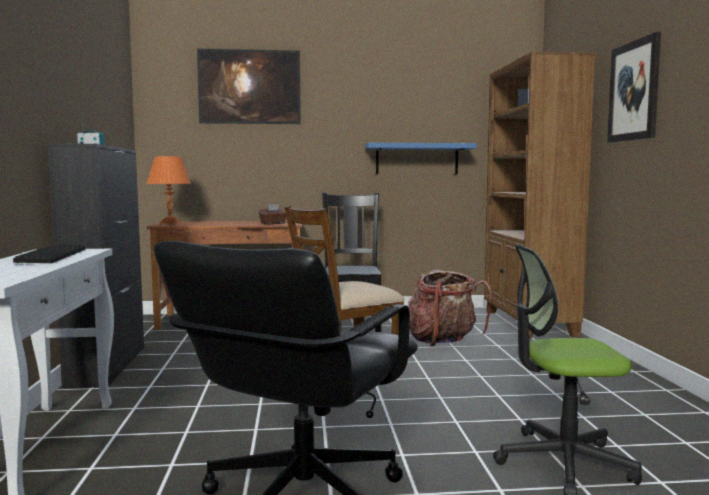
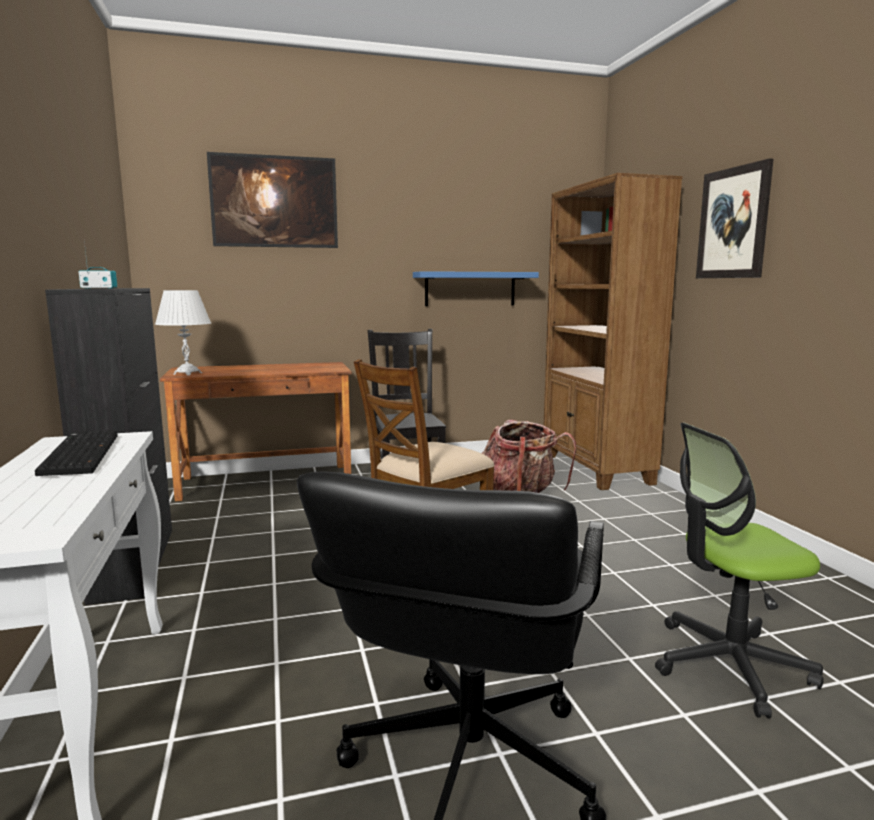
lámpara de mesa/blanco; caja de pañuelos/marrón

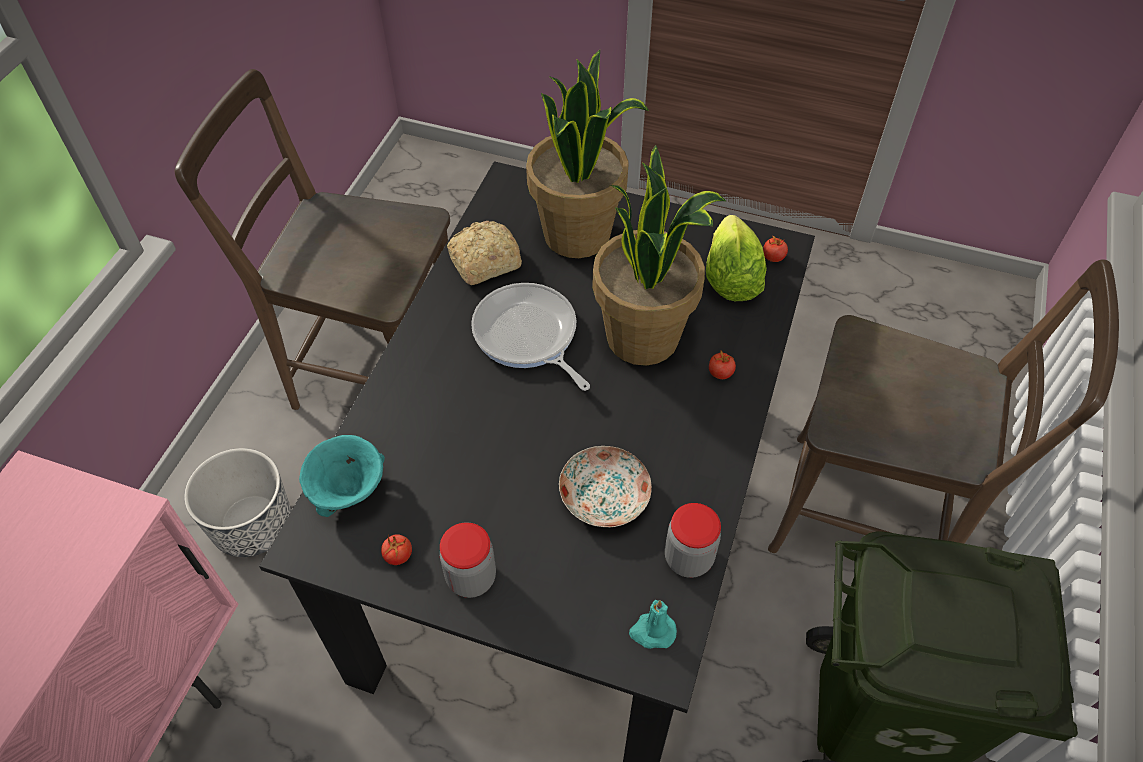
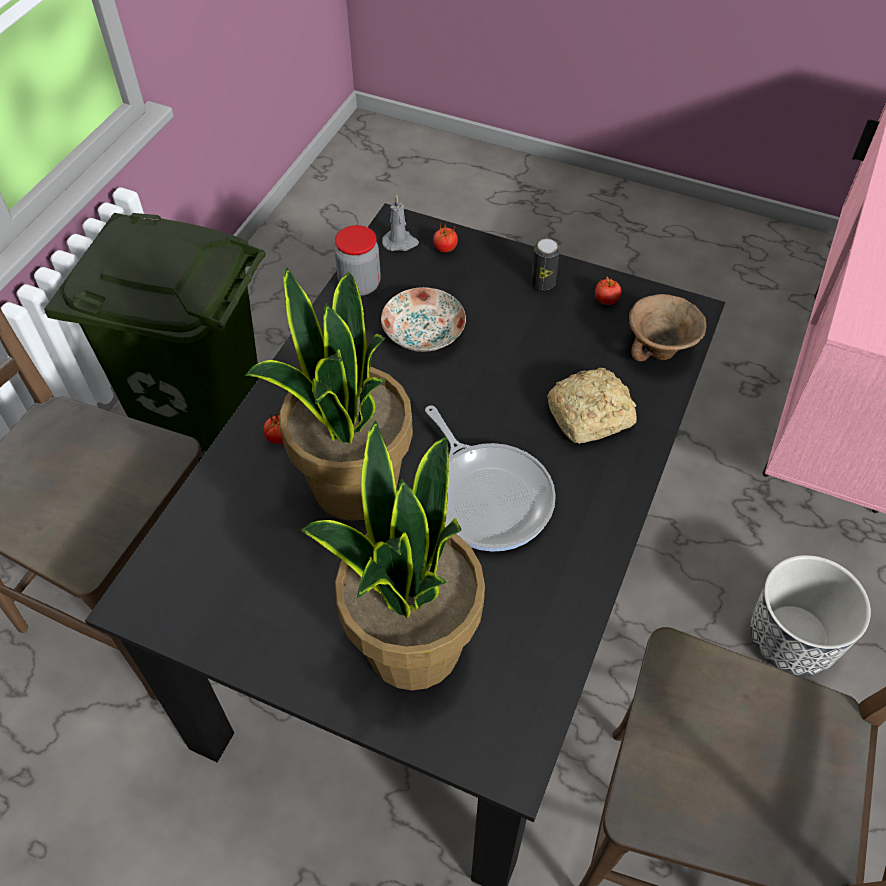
vela/gris; tomate (no. 2 from left); lata; pan; cuenco/marrón; lechuga

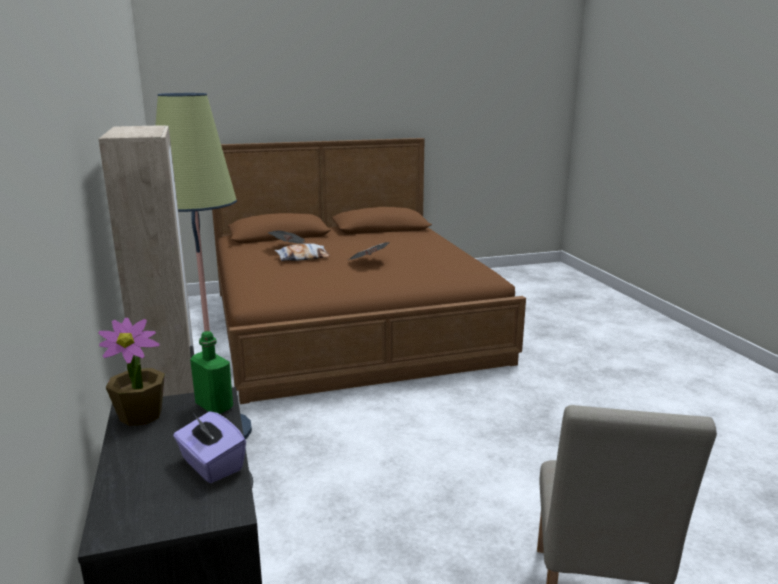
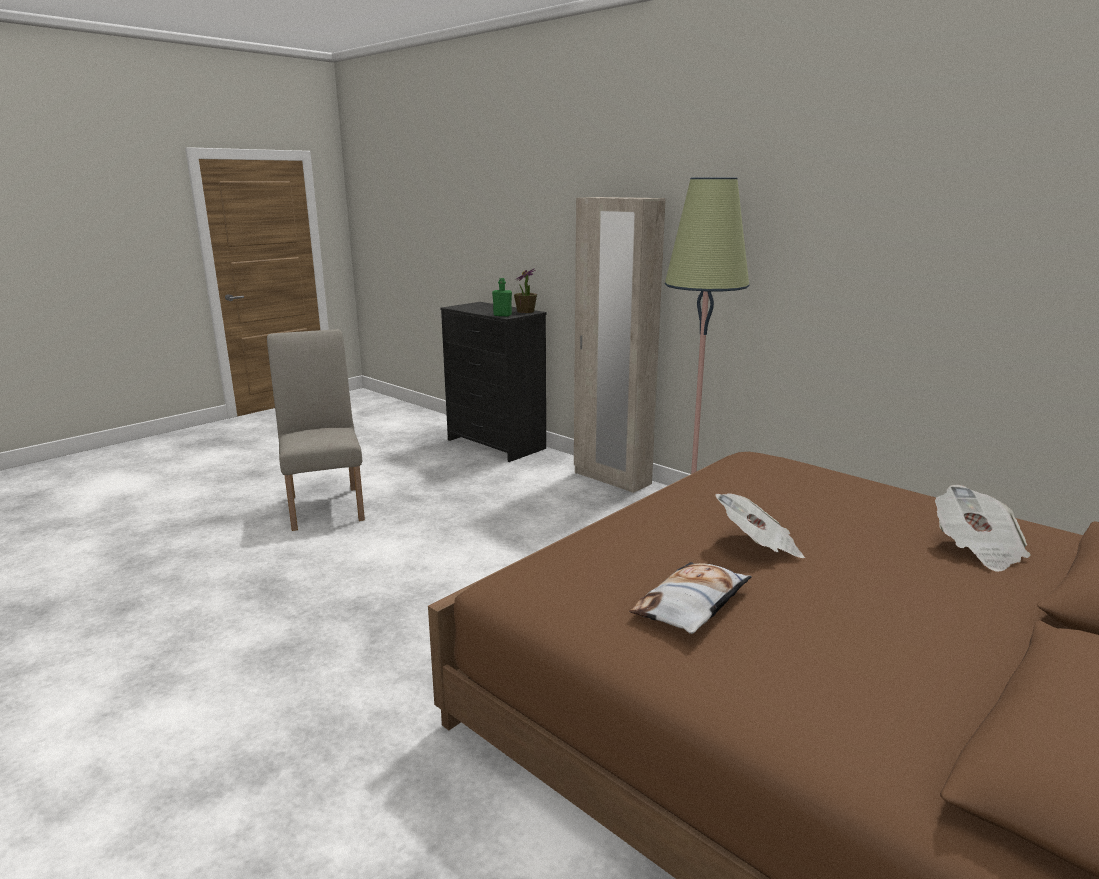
cojín; caja de pañuelos/morado

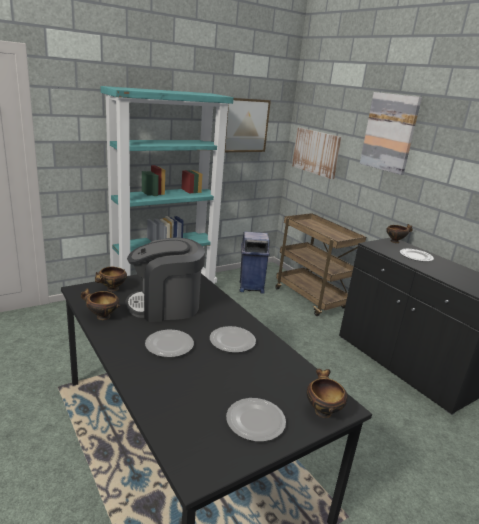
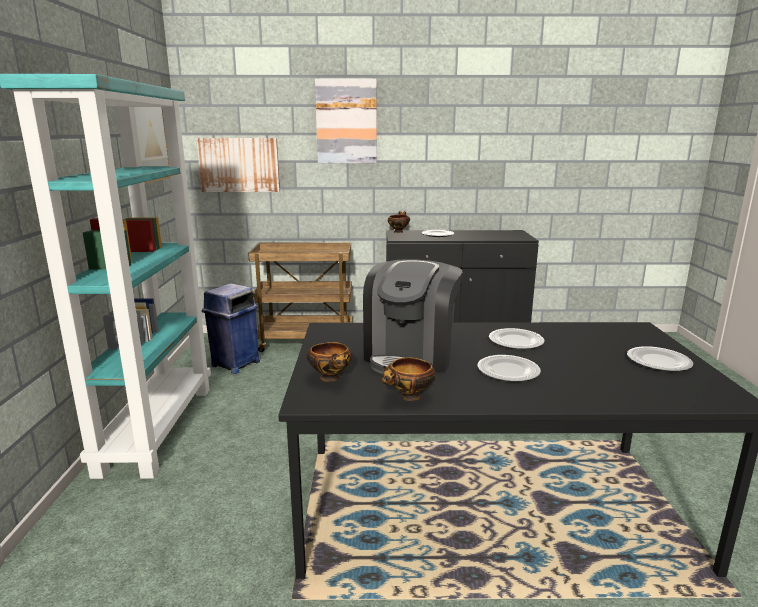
cuenco (no. 3 from left in the first image)

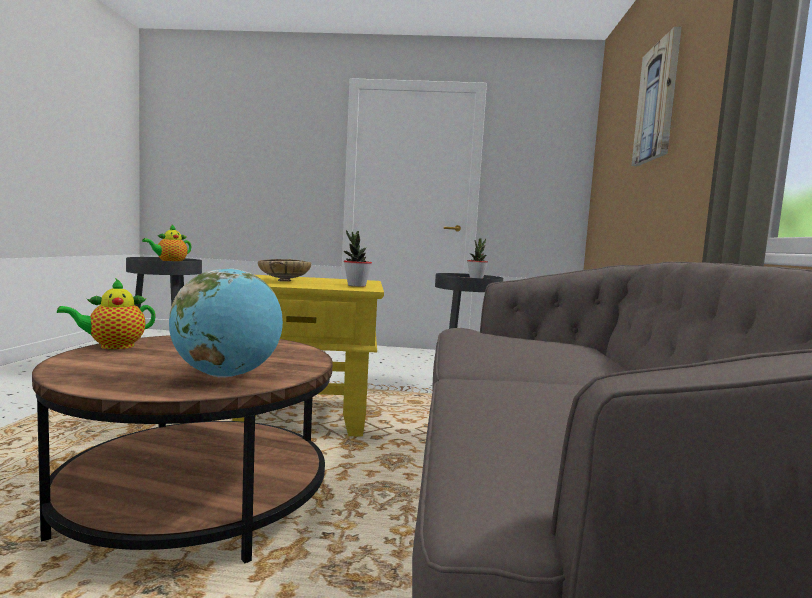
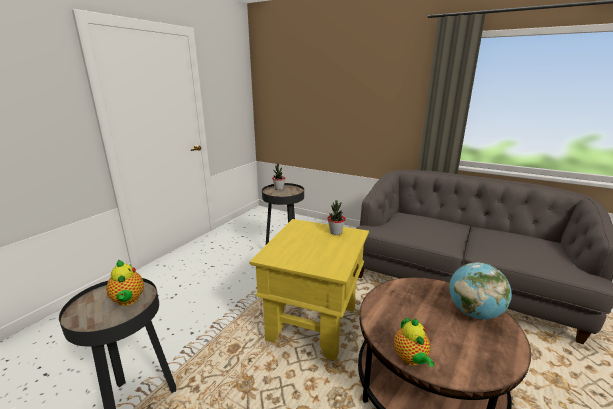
cuenco/beis; cuadro

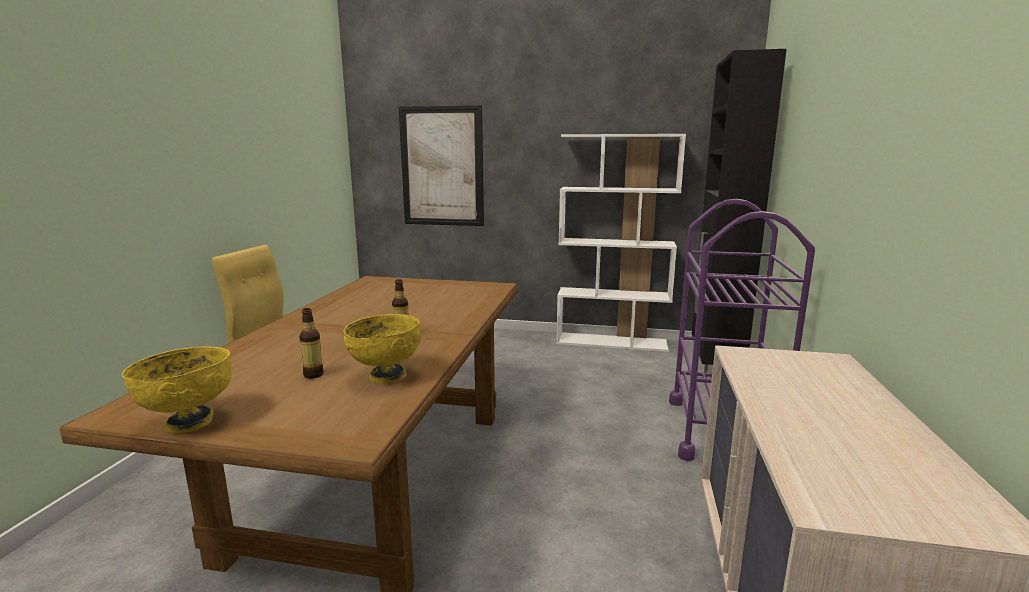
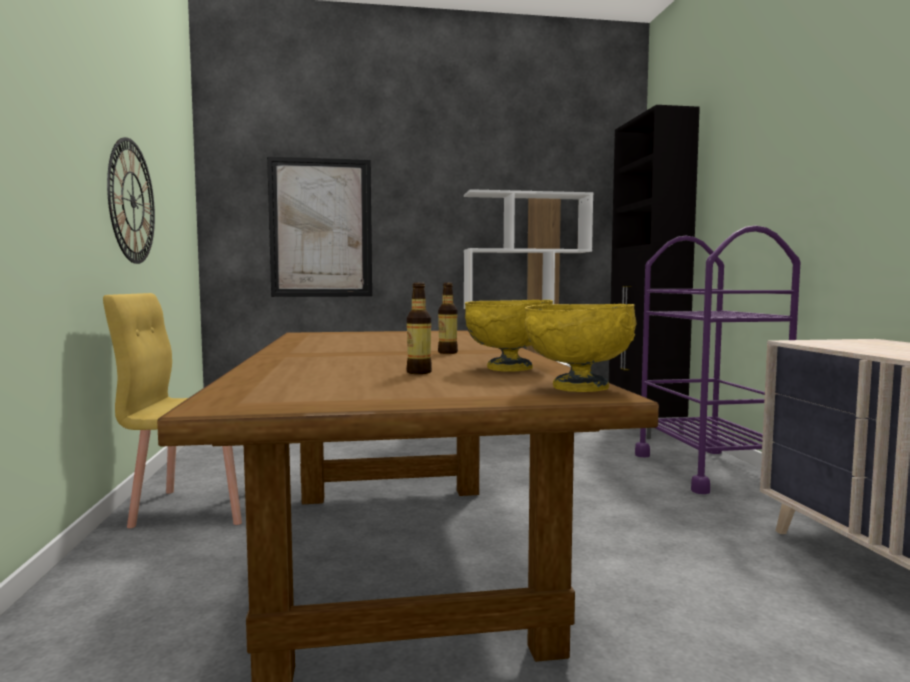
reloj de pared; cuenco/amarillo (no. 2 from left)

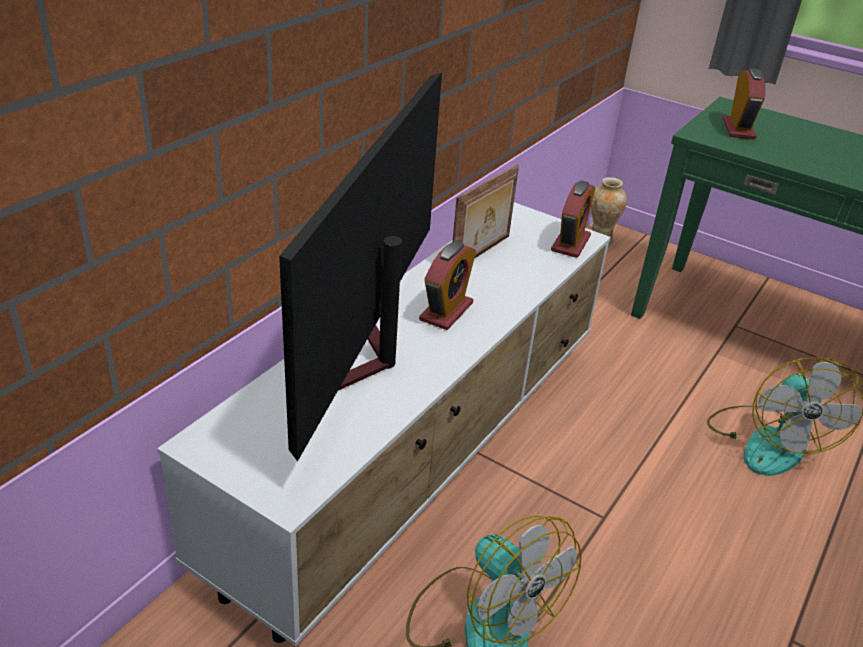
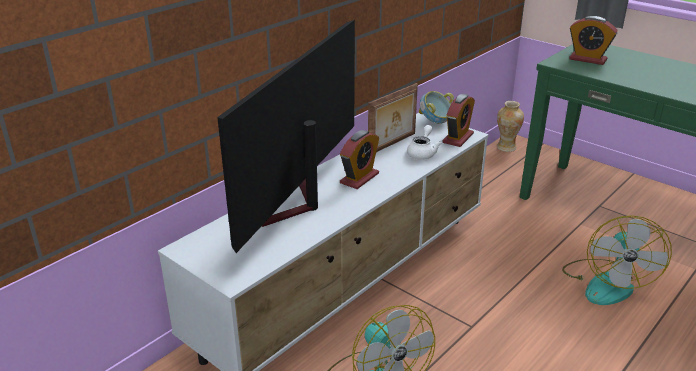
tetera/blanco; cuenco; despertador (no. 3 from left)

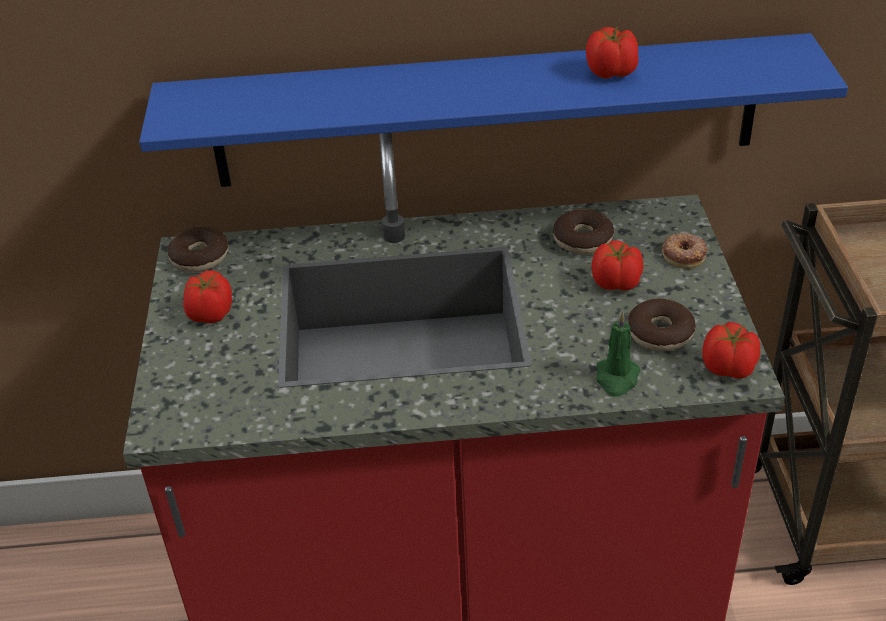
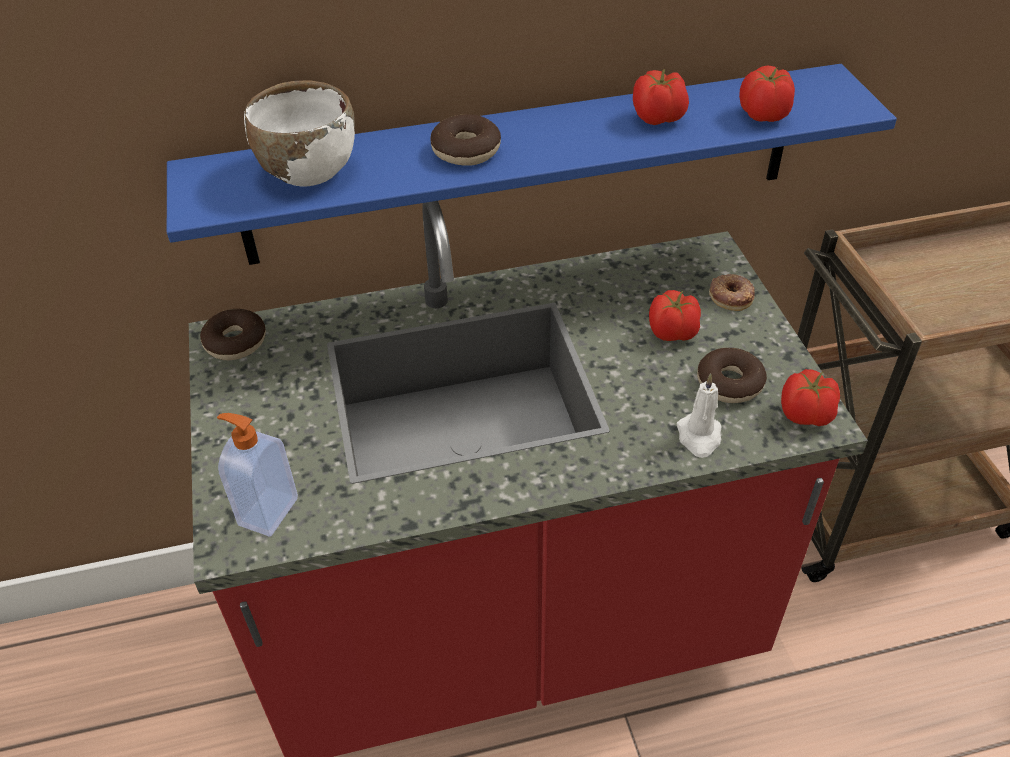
dispensador de jabón; cuenco/blanco; rosquilla (no. 2 from left); vela/blanco; tomate (no. 3 from left)

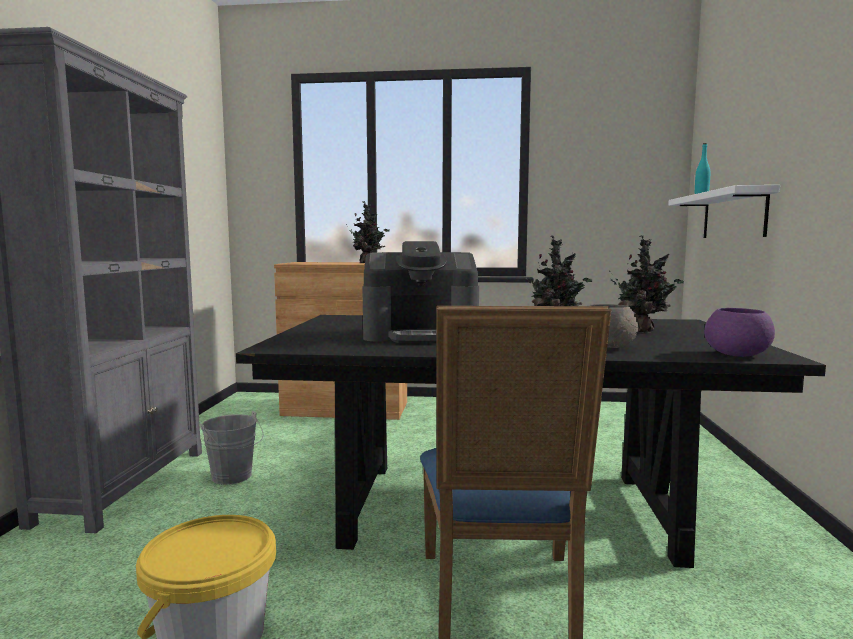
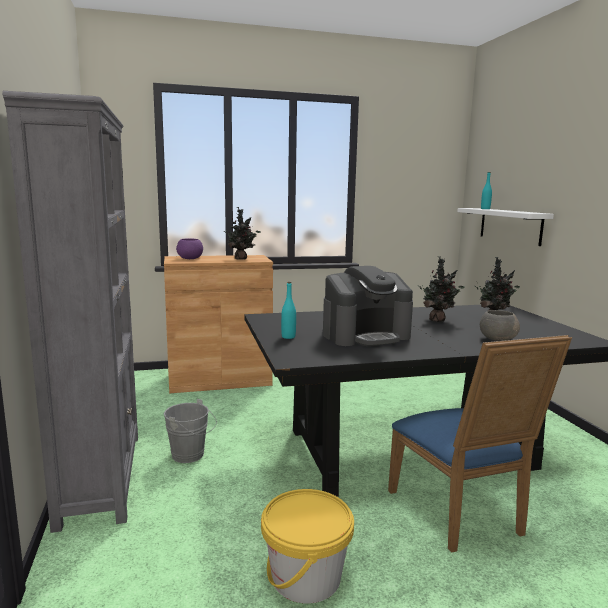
cuenco/morado; botella/turquesa (no. 1 from left)

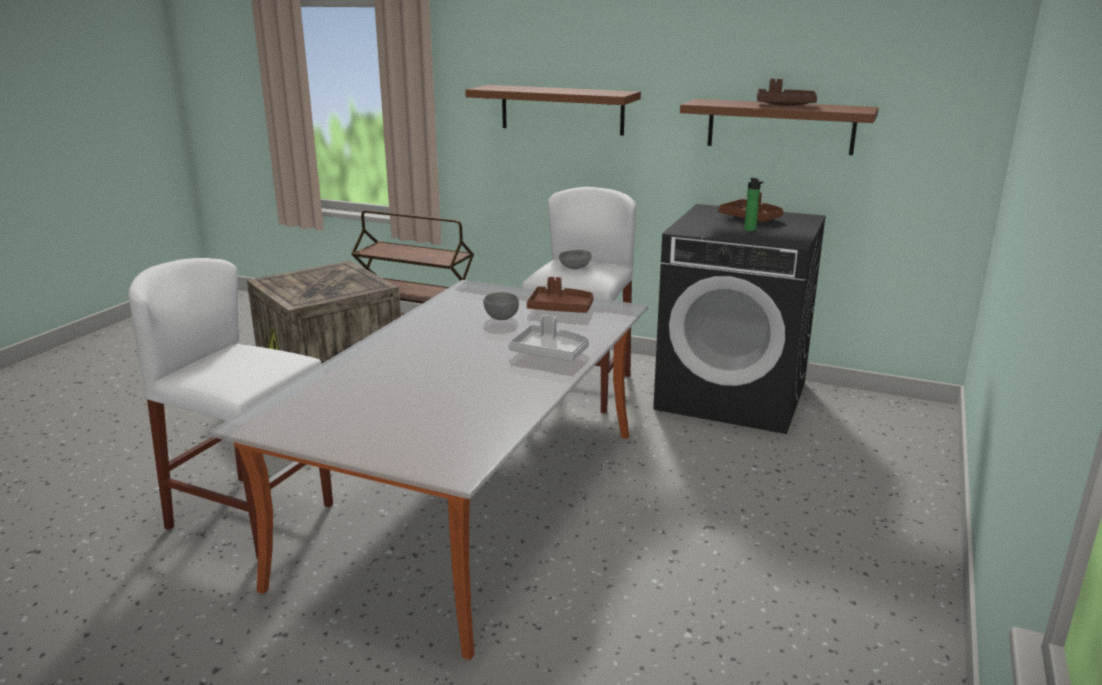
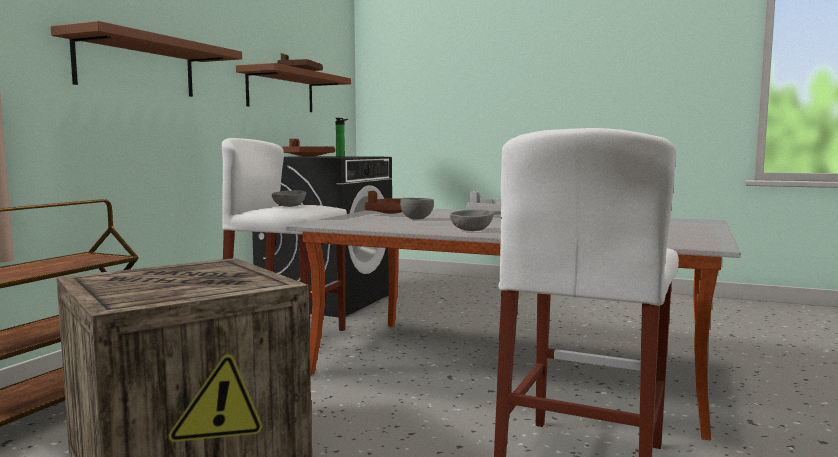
cuenco/gris (no. 3 from left)

